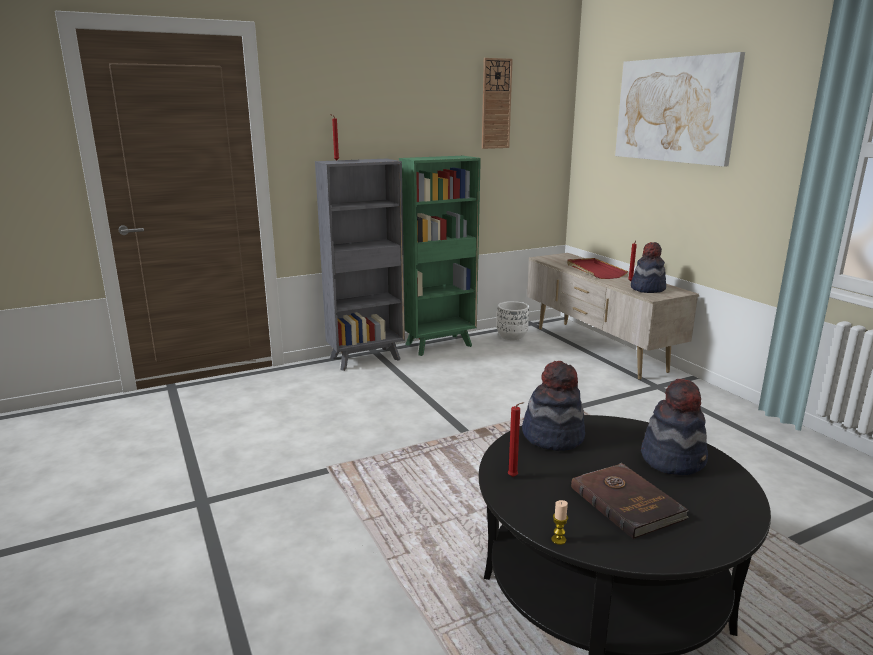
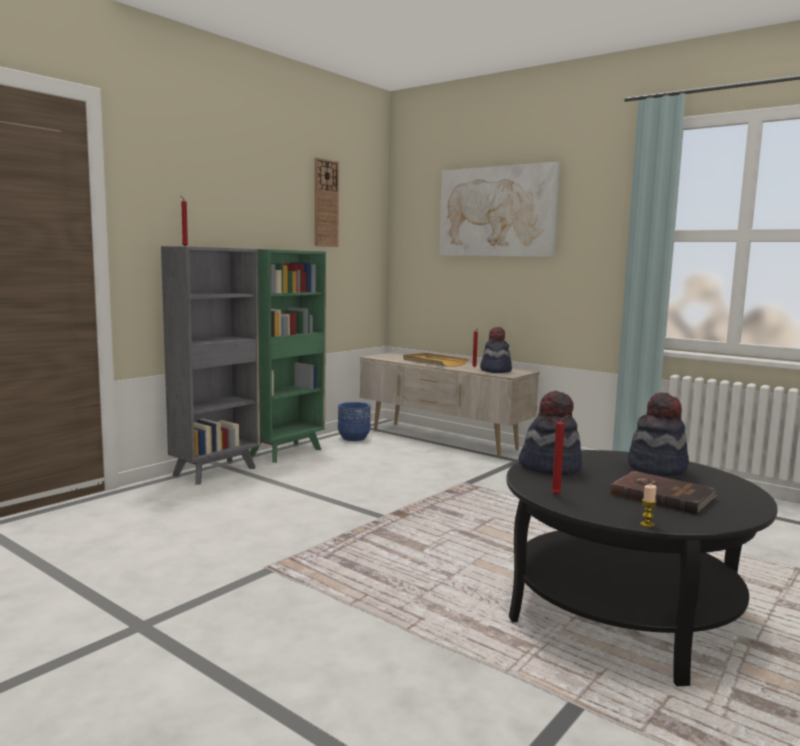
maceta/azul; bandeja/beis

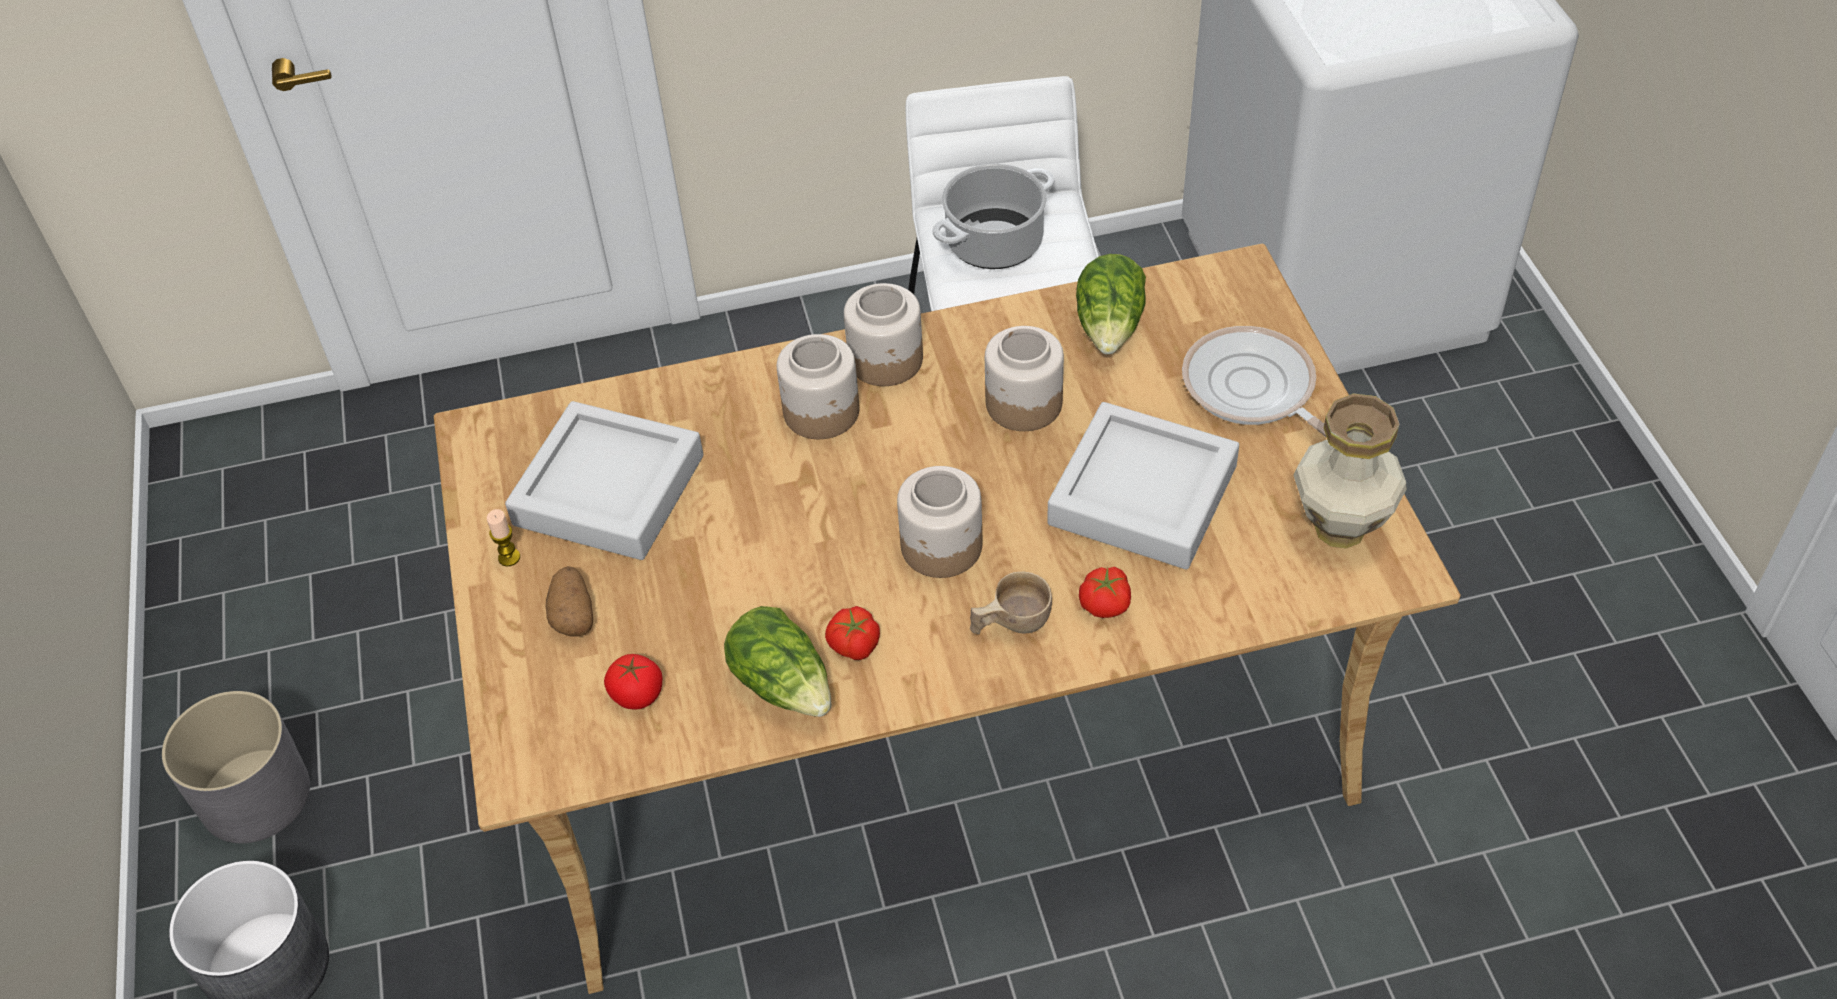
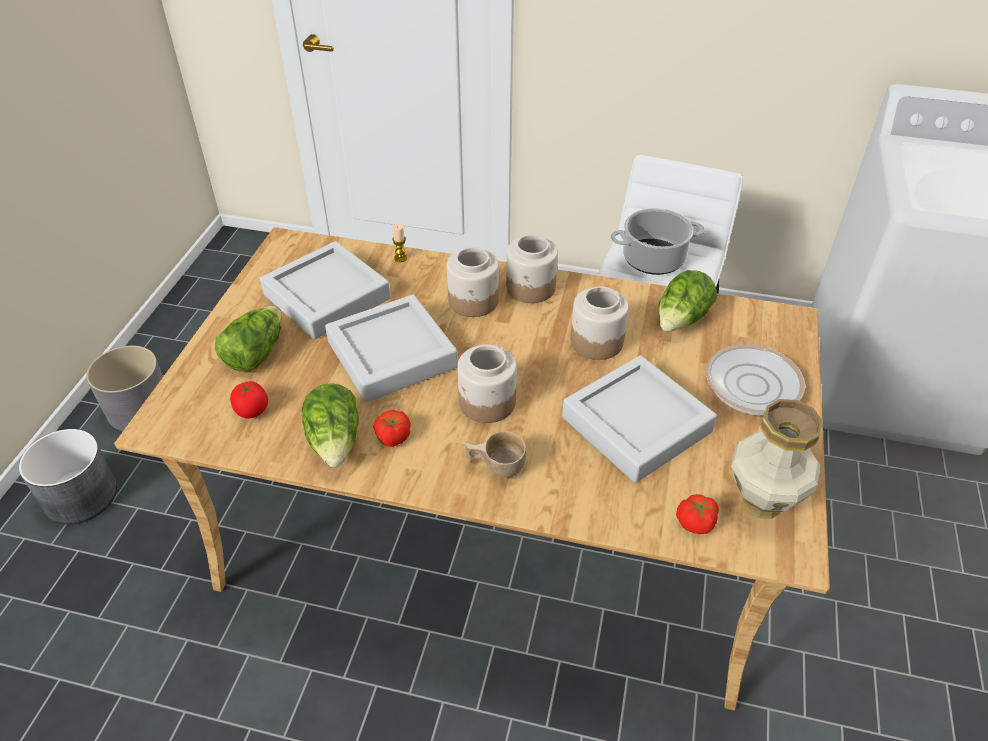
lechuga (no. 1 from left); bandeja/gris (no. 2 from left); vela; tomate (no. 3 from left)

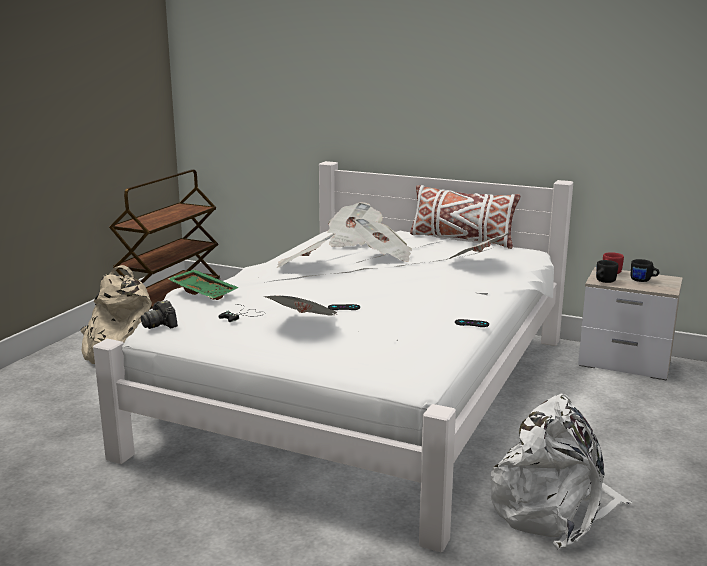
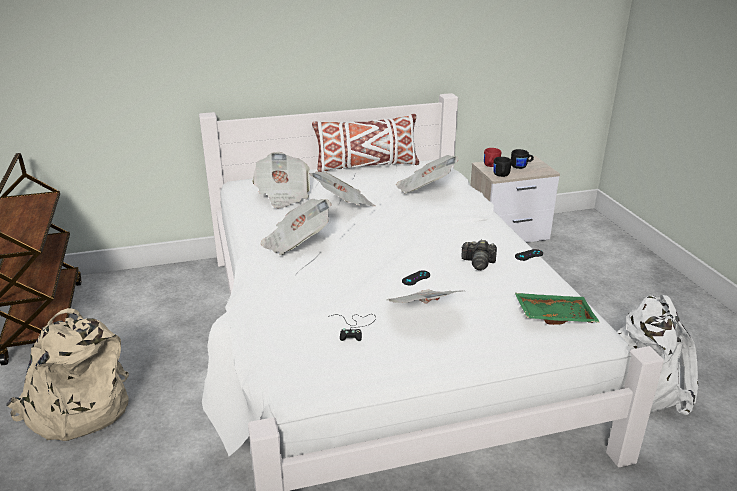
cámara; bandeja/verde

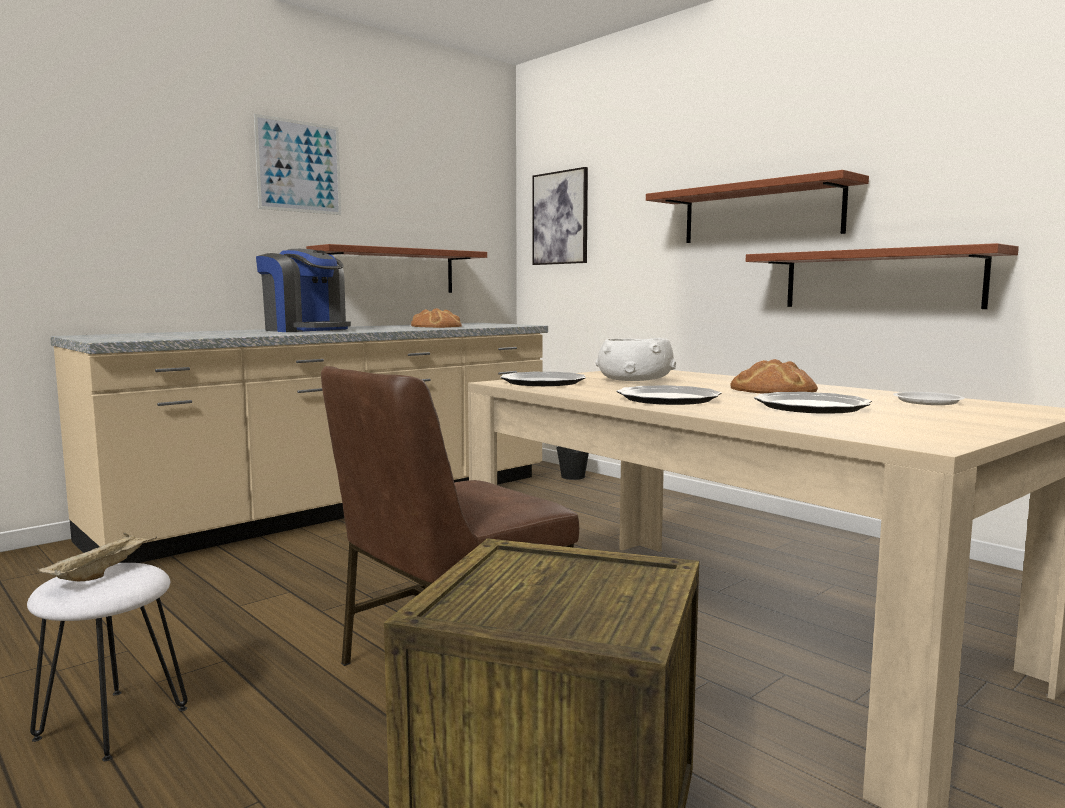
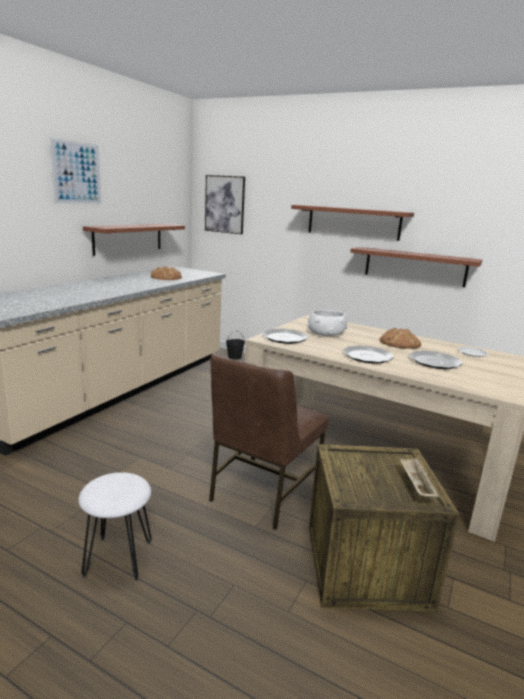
bandeja/beis; cafetera

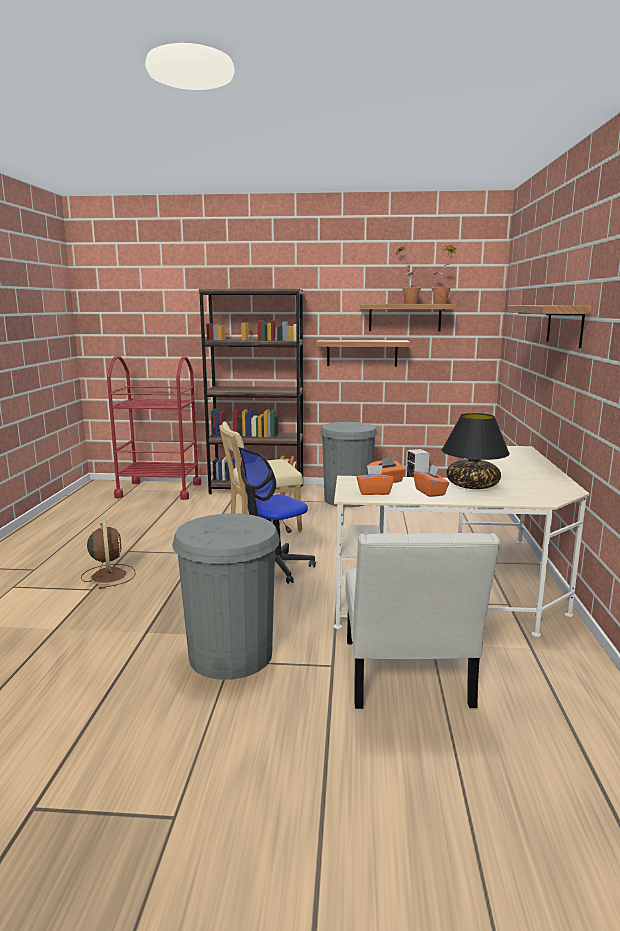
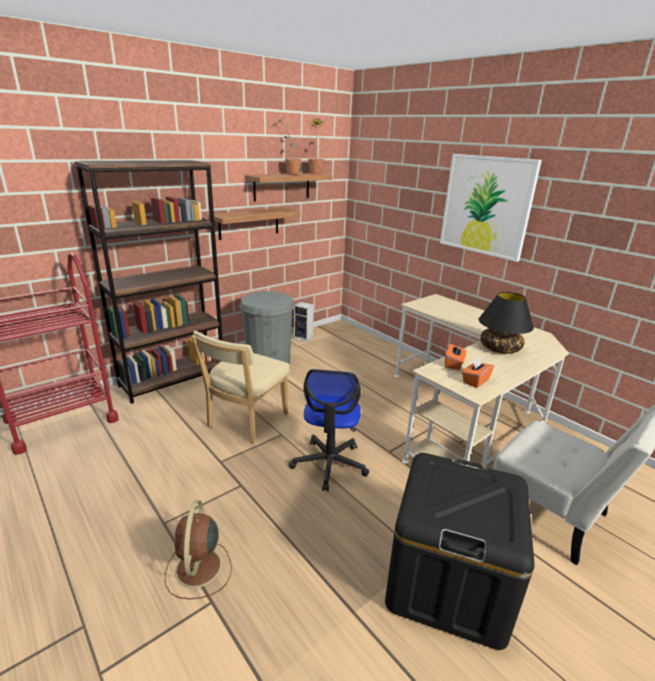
ventilador/marrón; caja de almacenaje/negro; cuadro; caja de pañuelos/naranja (no. 3 from left in the first image)

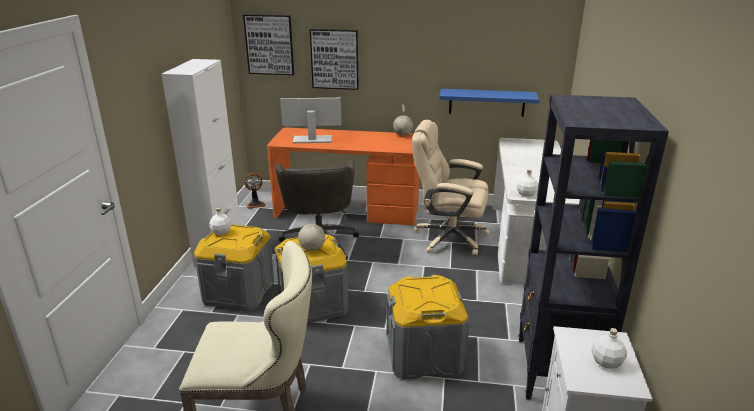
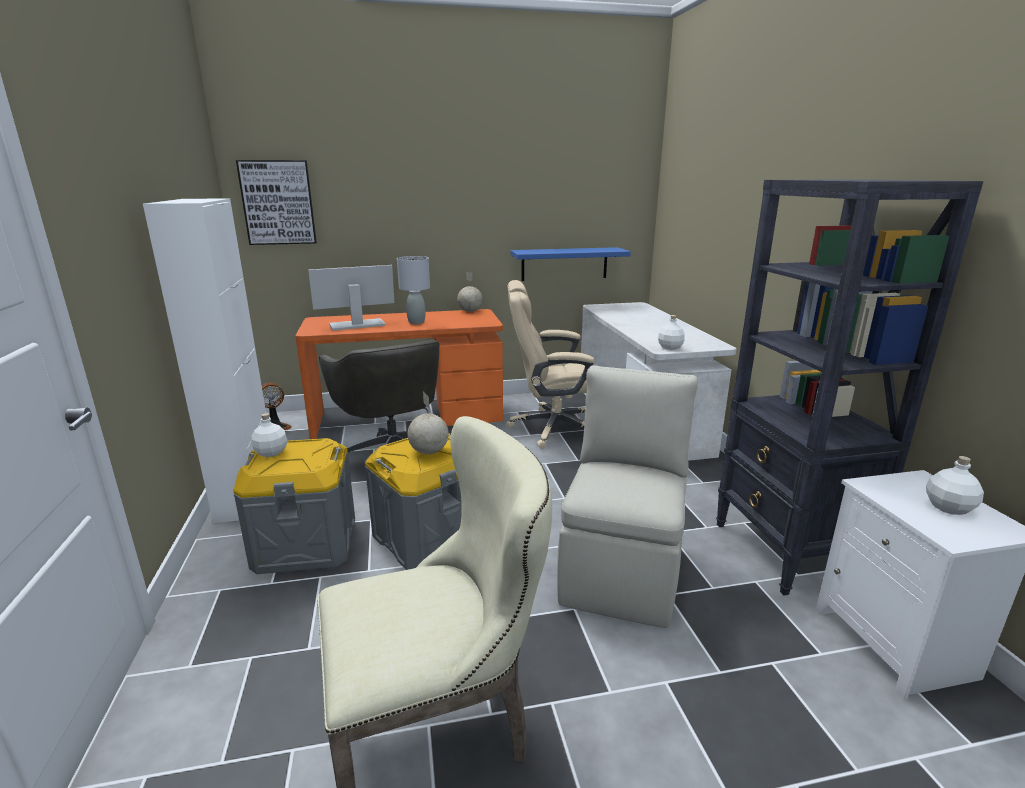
lámpara de mesa/gris; silla/beis (no. 2 from left); cuadro (no. 2 from left in the first image)

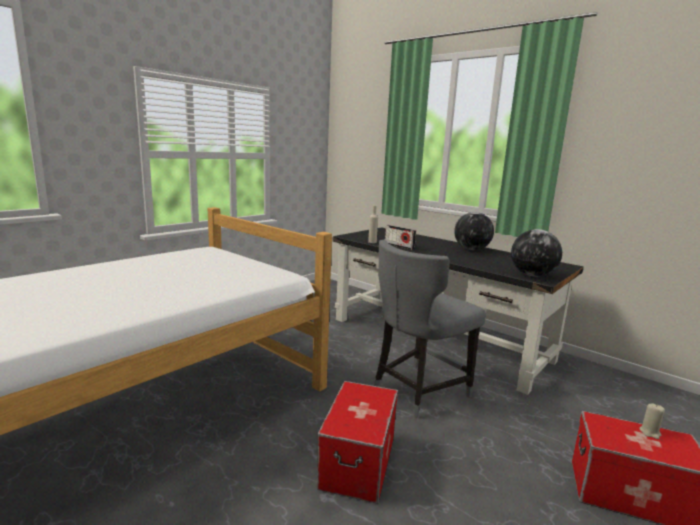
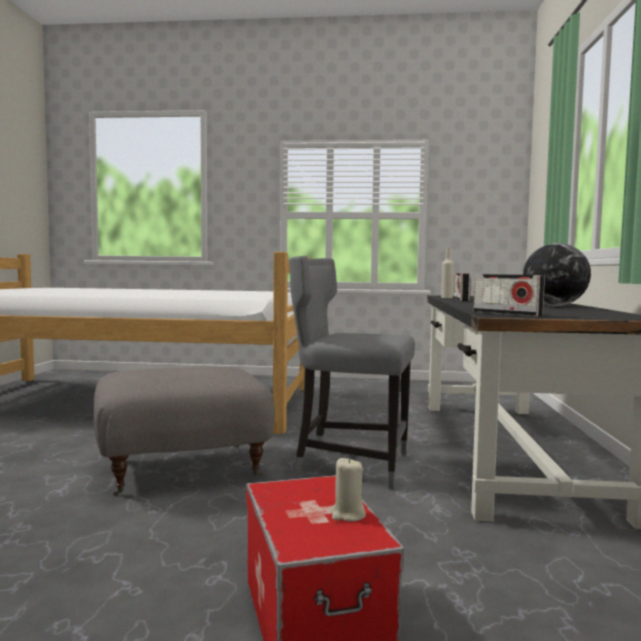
puf/gris; radio (no. 2 from left)

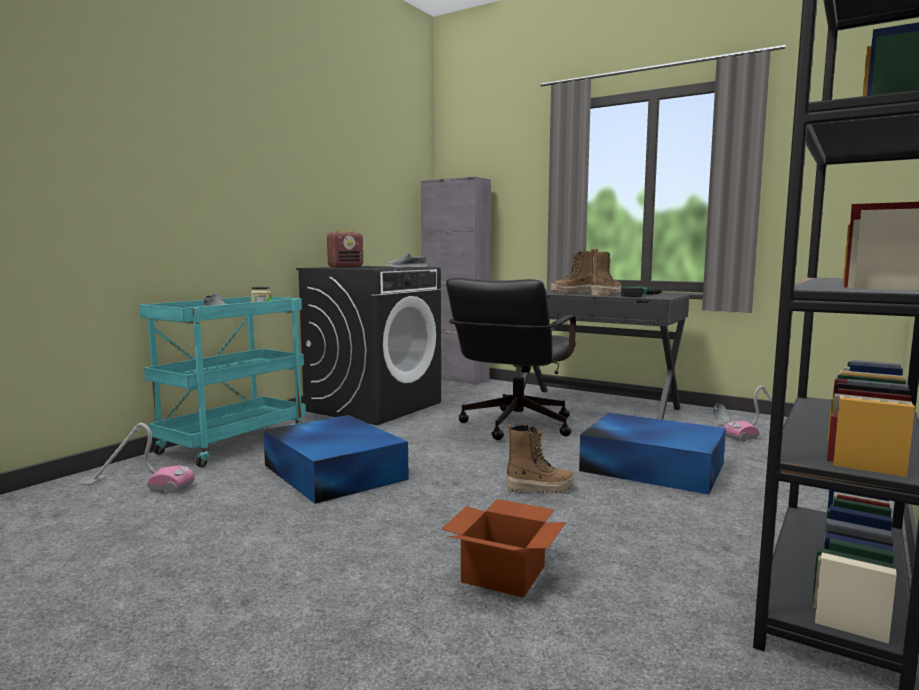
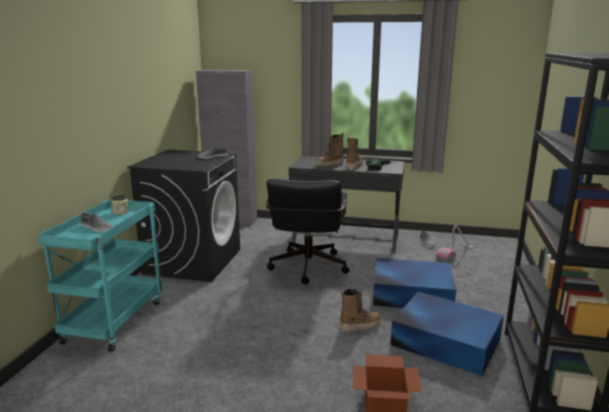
caja de almacenaje/azul (no. 2 from left); aspiradora (no. 1 from left in the first image); radio

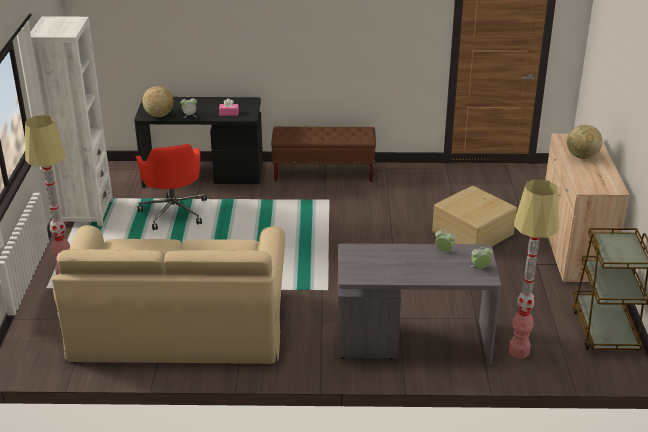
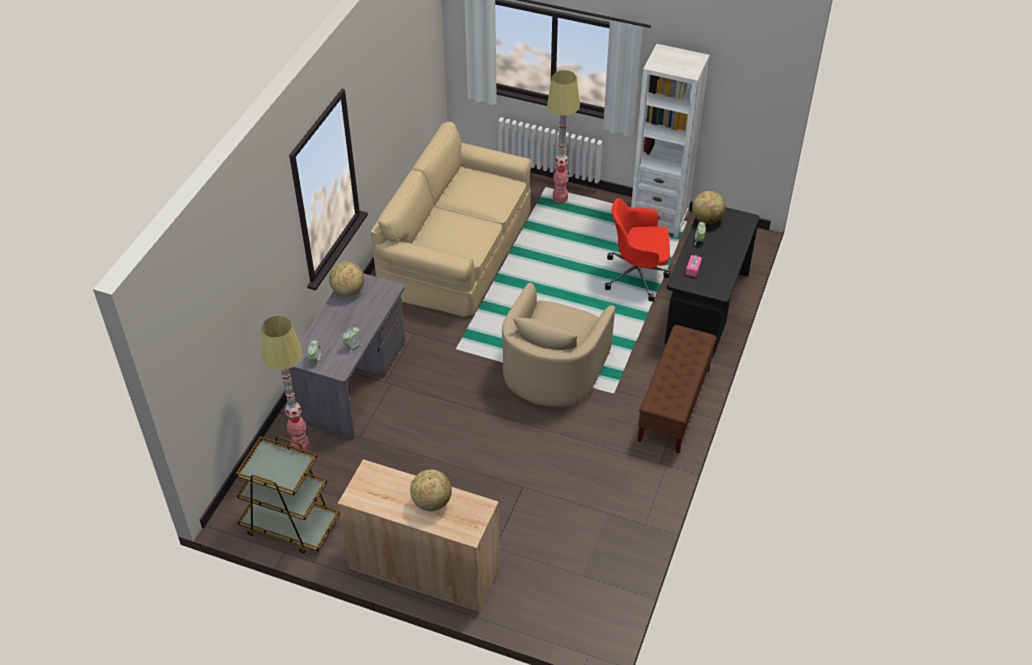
globo terráqueo (no. 1 from left); sillón/beis; caja de almacenaje/beis

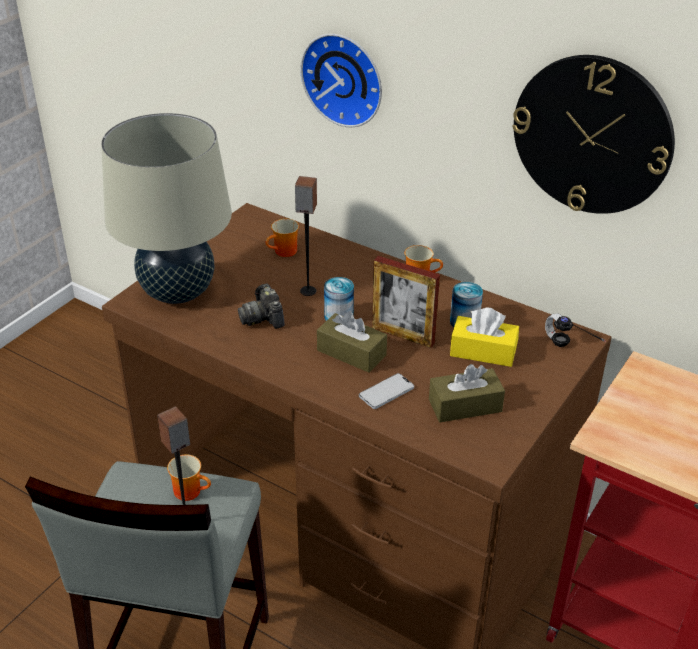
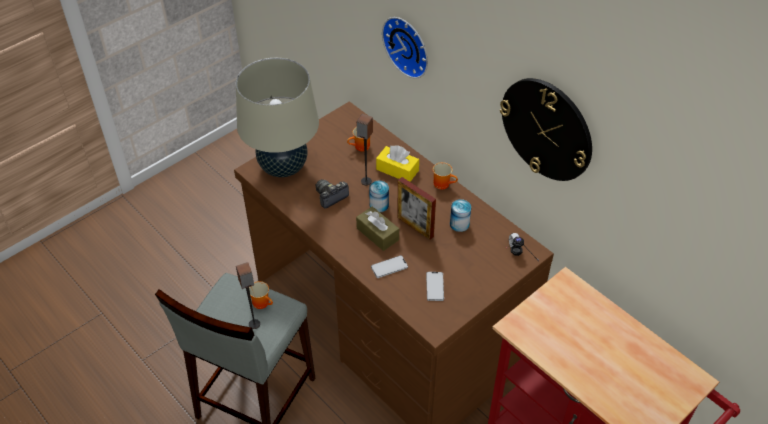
cámara; caja de pañuelos/amarillo; móvil (no. 2 from left)

